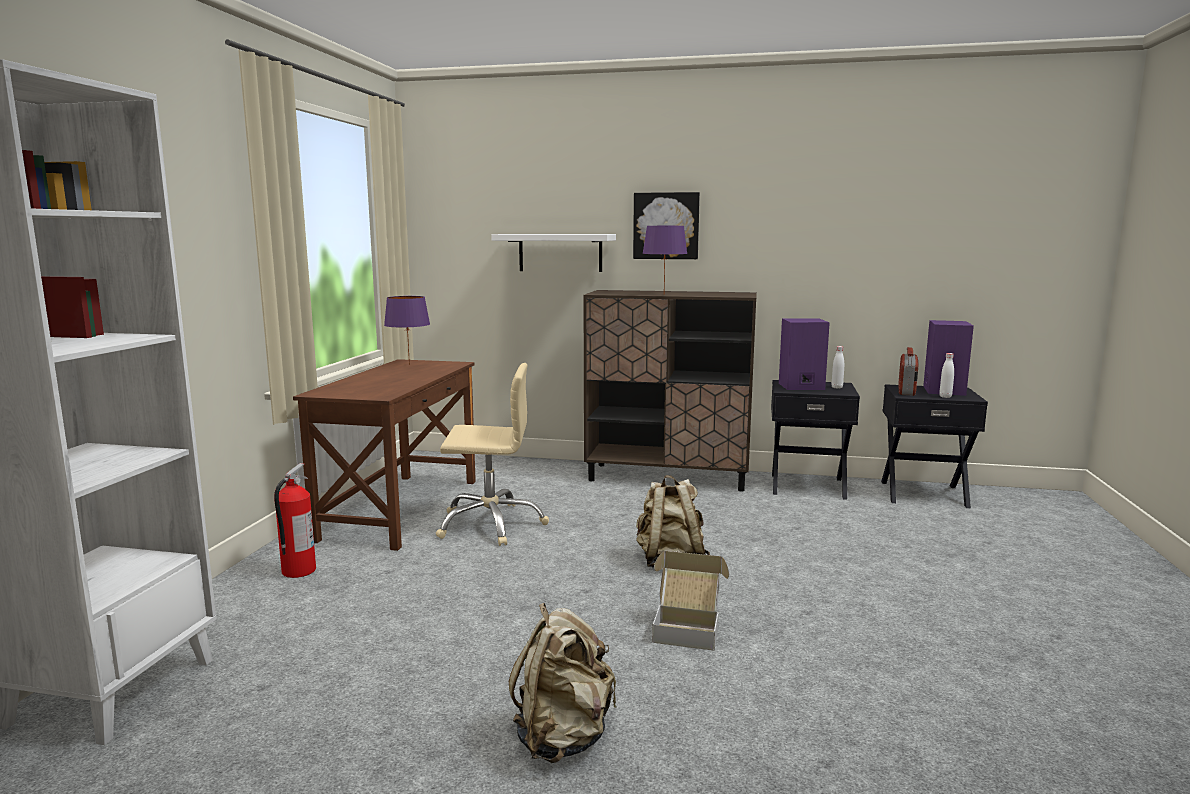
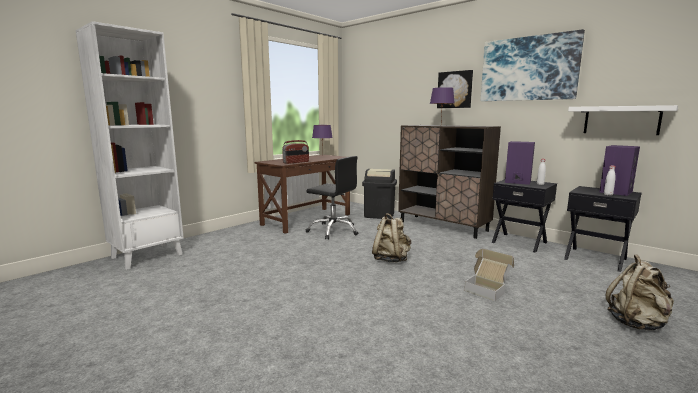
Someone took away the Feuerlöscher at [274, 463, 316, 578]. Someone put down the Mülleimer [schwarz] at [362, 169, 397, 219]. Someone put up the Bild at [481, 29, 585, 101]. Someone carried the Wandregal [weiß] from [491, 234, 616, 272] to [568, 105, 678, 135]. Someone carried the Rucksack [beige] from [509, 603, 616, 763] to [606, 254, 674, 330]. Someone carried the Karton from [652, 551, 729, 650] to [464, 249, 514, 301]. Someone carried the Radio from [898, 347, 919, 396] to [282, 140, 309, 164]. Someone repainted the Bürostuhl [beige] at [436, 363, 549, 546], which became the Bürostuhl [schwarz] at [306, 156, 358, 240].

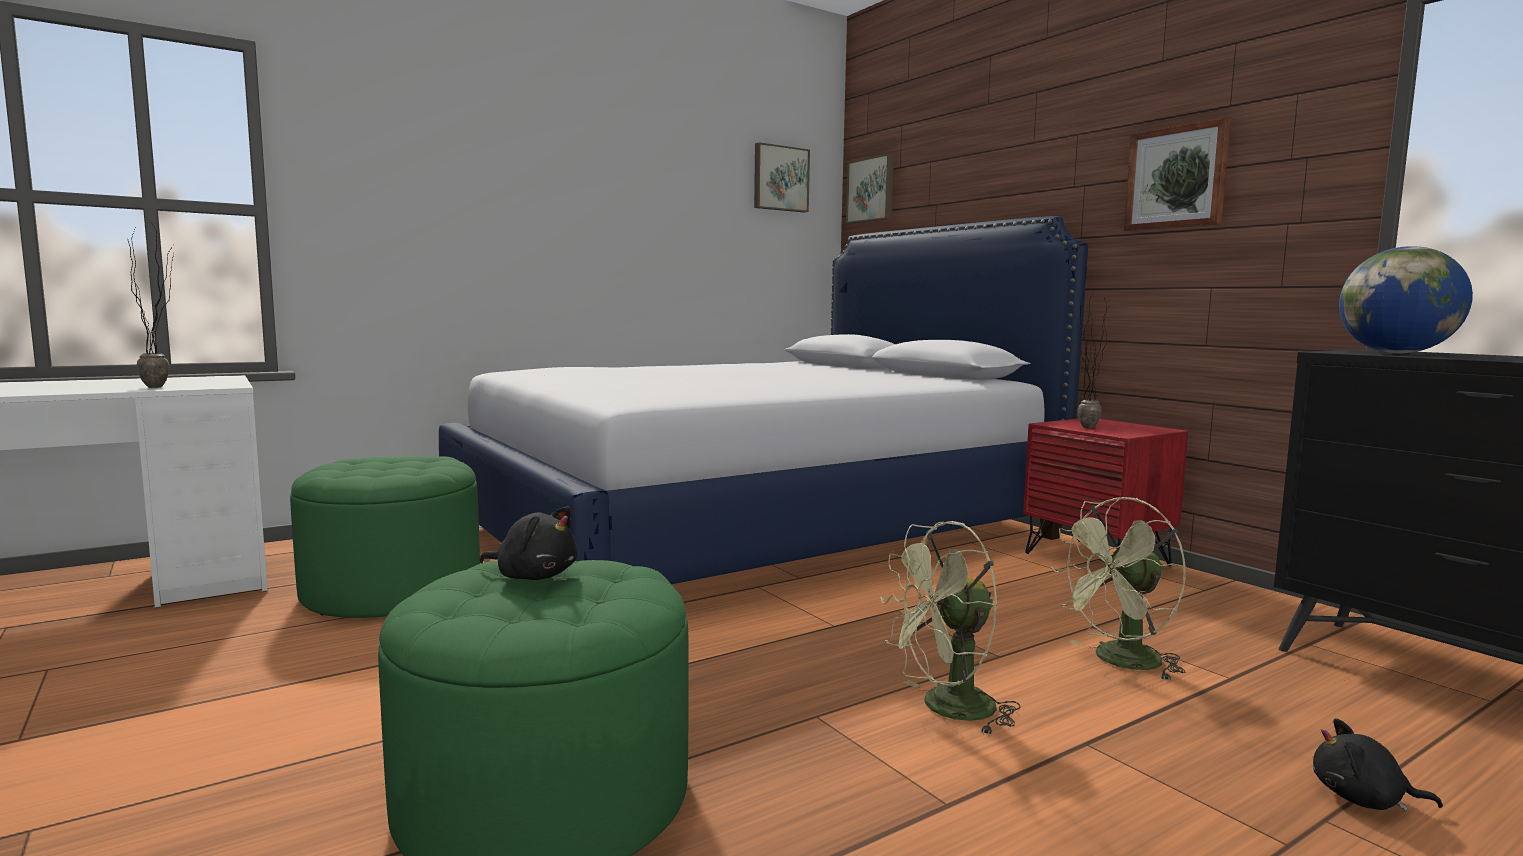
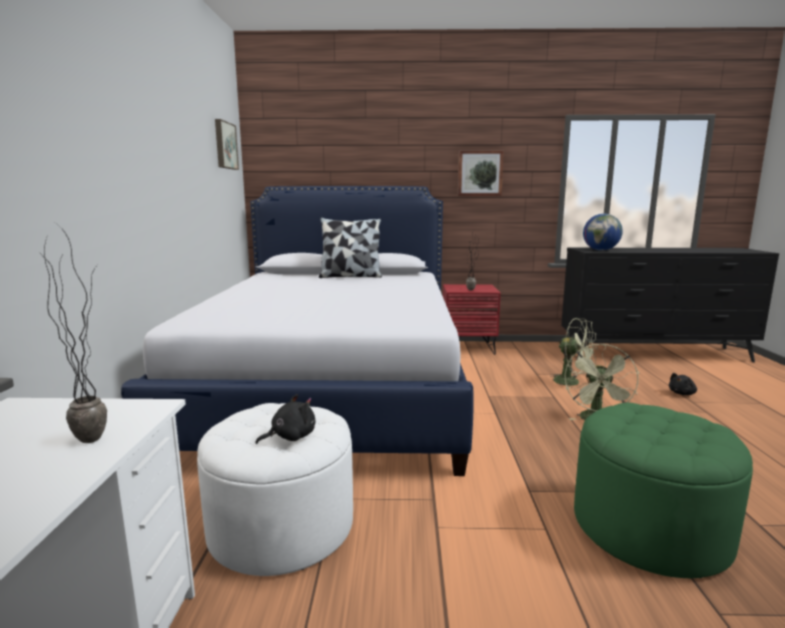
Someone took away the Bild at [846, 154, 894, 224]. Someone put down the Kissen at [319, 217, 382, 278]. Someone carried the Plüschtier [schwarz] from [479, 506, 577, 580] to [256, 394, 315, 444]. Someone repainted the Polsterhocker [grün] at [290, 456, 480, 618], which became the Polsterhocker [weiß] at [197, 403, 353, 576]. Someone rotated the Ventilator [grün] at [1051, 497, 1186, 681] by 60 degrees counterclockwise.

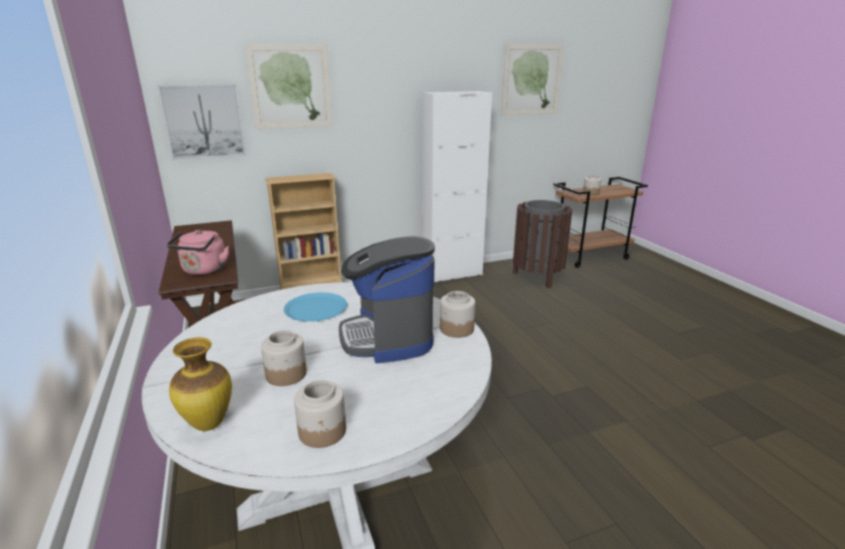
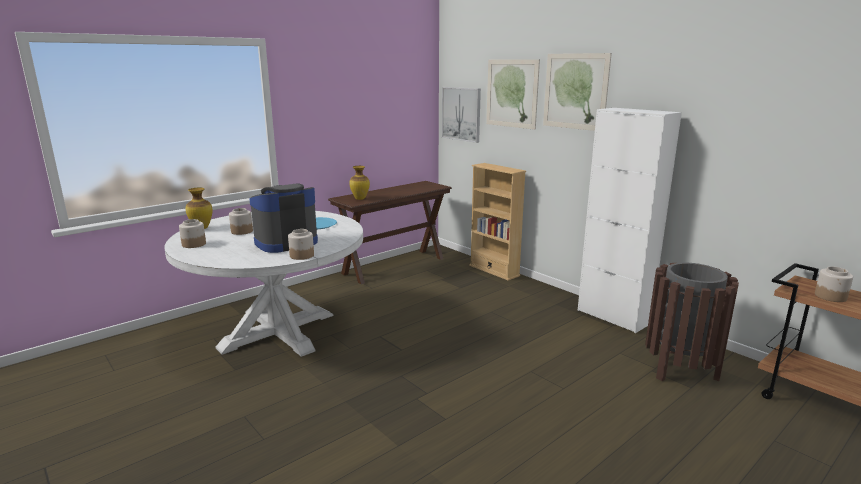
Someone carried the Bild from [501, 44, 564, 116] to [543, 53, 612, 131]. Someone swapped the Wasserkessel [rosa] at [167, 230, 230, 275] for the Vase at [349, 166, 370, 200].

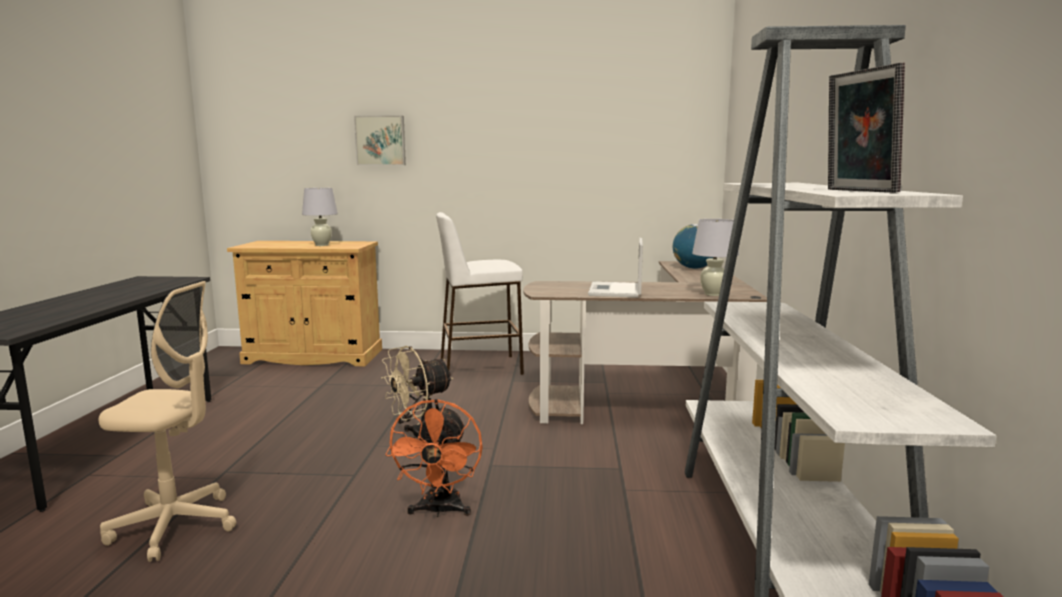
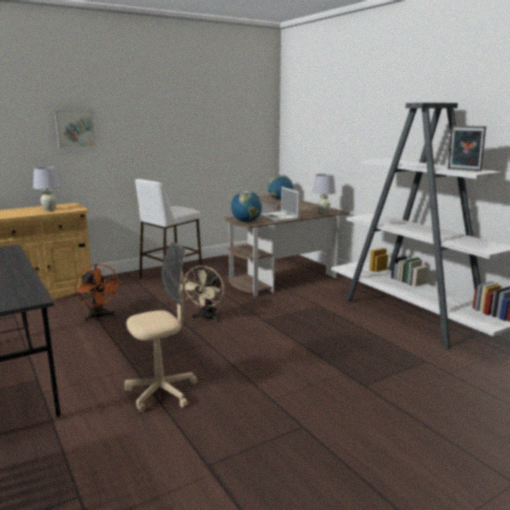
Someone put down the Globus at [231, 191, 262, 222]. Someone carried the Ventilator [orange] from [385, 399, 483, 517] to [75, 264, 121, 321].

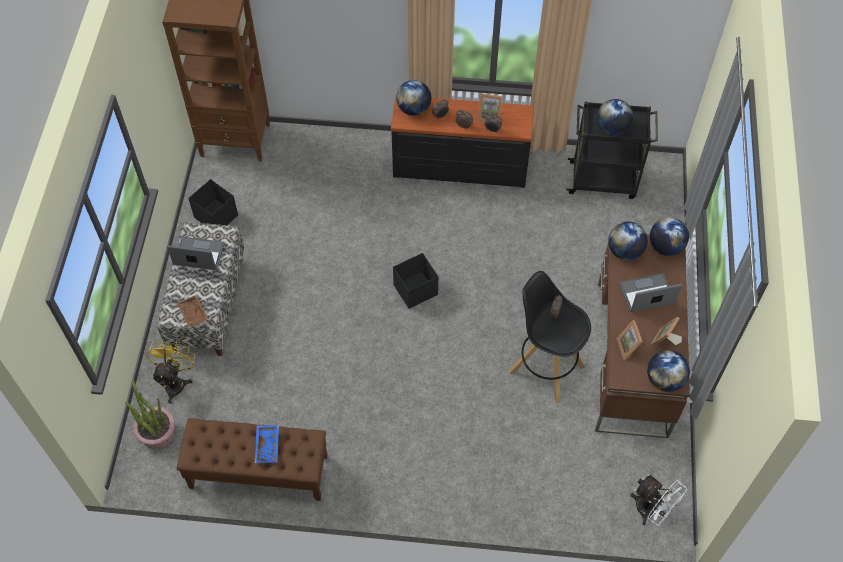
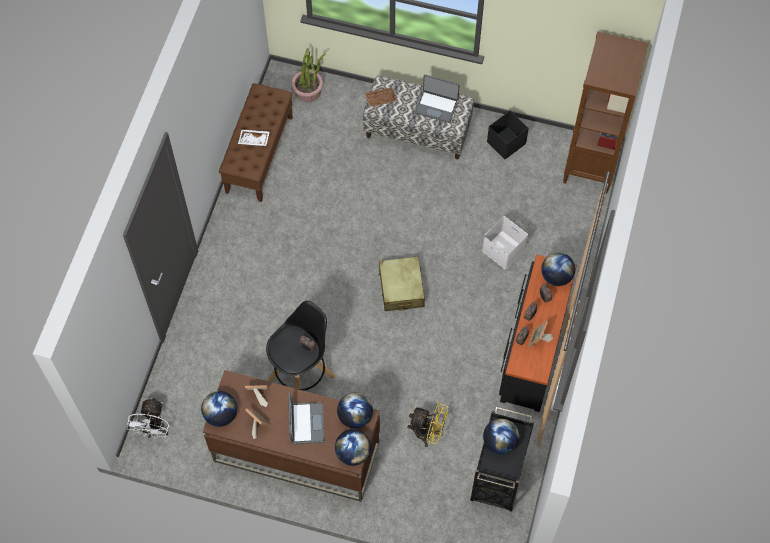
Someone put down the Aufbewahrungsbox [weiß] at [482, 216, 528, 269]. Someone carried the Ventilator [gelb] from [147, 339, 195, 404] to [407, 402, 449, 447]. Someone swapped the Aufbewahrungsbox [schwarz] at [393, 253, 438, 309] for the Koffer [beige] at [378, 256, 425, 311]. Someone repainted the Tablett [blau] at [255, 425, 279, 463], which became the Tablett [weiß] at [238, 130, 270, 146]. Someone rotated the Laptop at [167, 237, 224, 270] by 90 degrees clockwise. Someone rotated the Ventilator [weiß] at [630, 474, 687, 526] by 45 degrees counterclockwise.

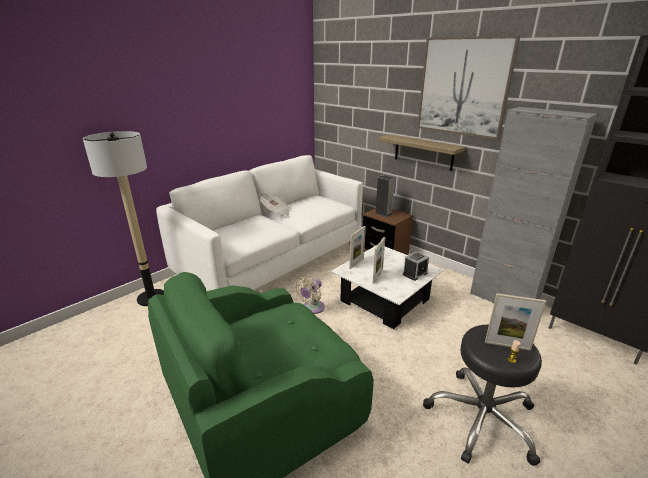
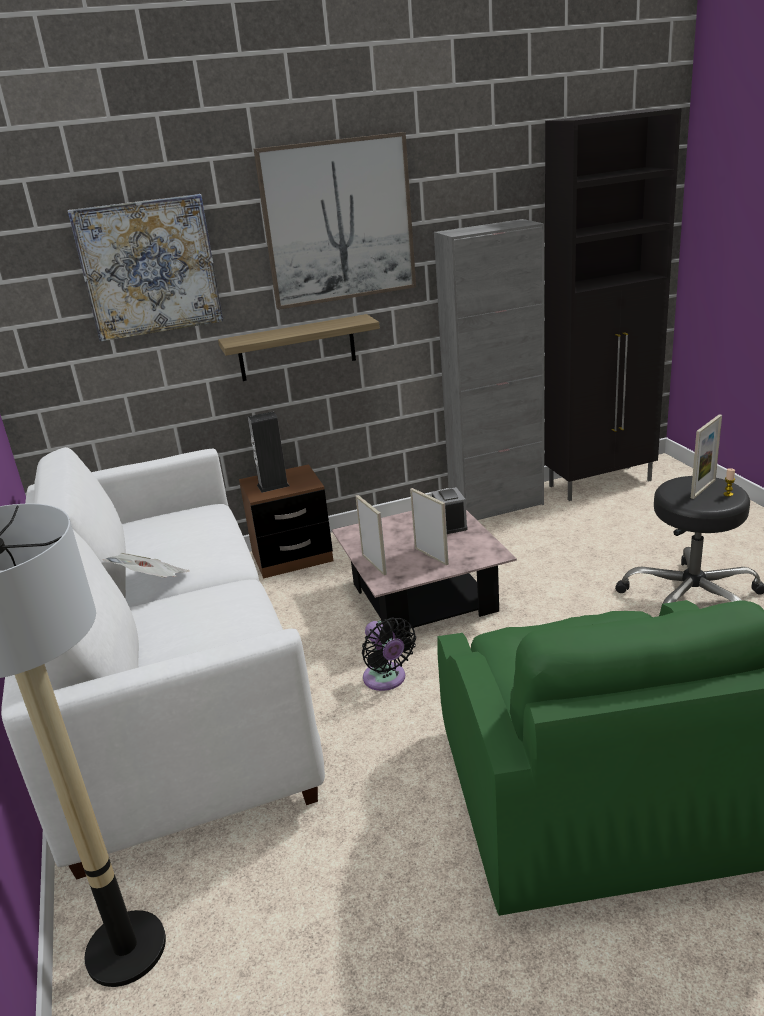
Someone put up the Bild at [68, 194, 223, 342]. Someone repainted the Ventilator [beige] at [295, 277, 325, 314], which became the Ventilator [schwarz] at [362, 617, 416, 691]. Someone repainted the Couchtisch [weiß] at [331, 245, 444, 329], which became the Couchtisch [rosa] at [332, 510, 517, 638].

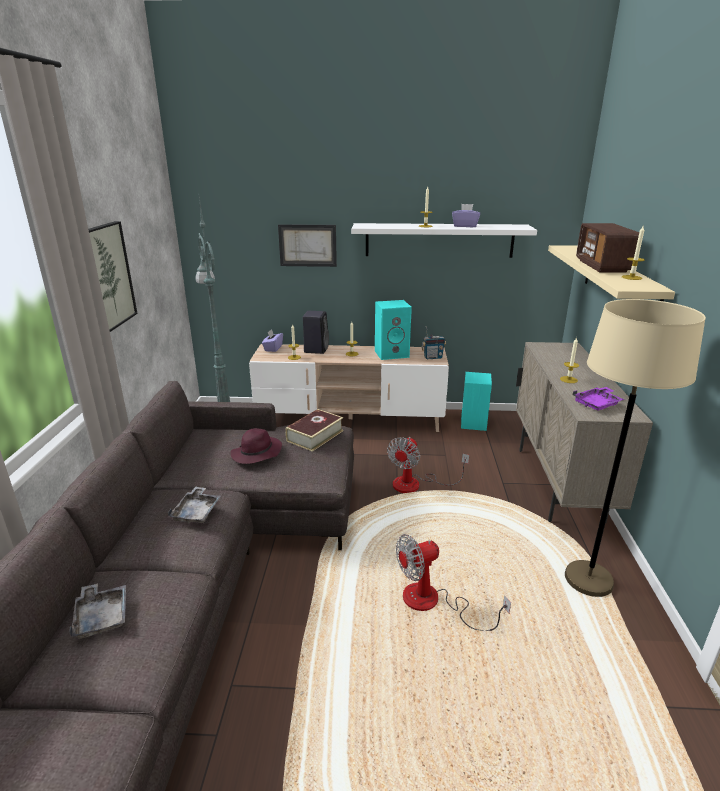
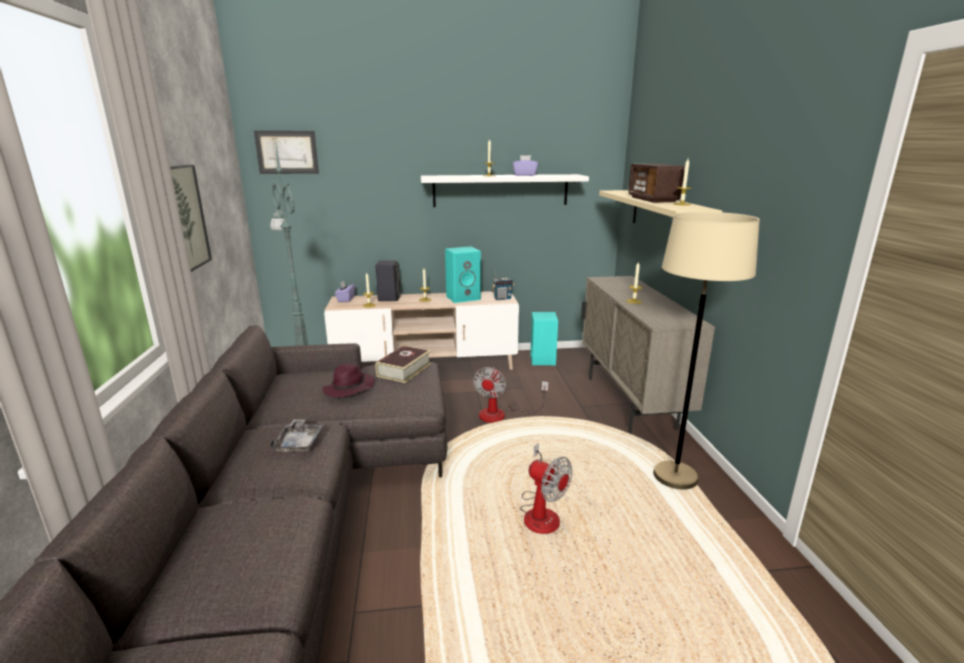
Someone took away the Tablett [grau] at [69, 583, 126, 639]. Someone took away the Tablett [lila] at [573, 387, 624, 410]. Someone carried the Bild from [278, 224, 337, 267] to [254, 131, 319, 174]. Someone rotated the Ventilator at [396, 534, 511, 631] by 105 degrees counterclockwise.

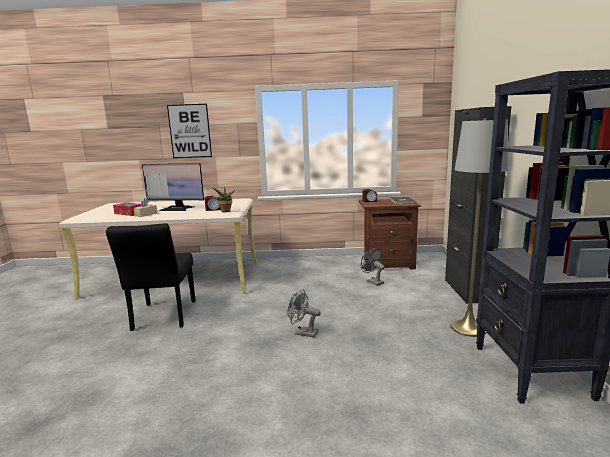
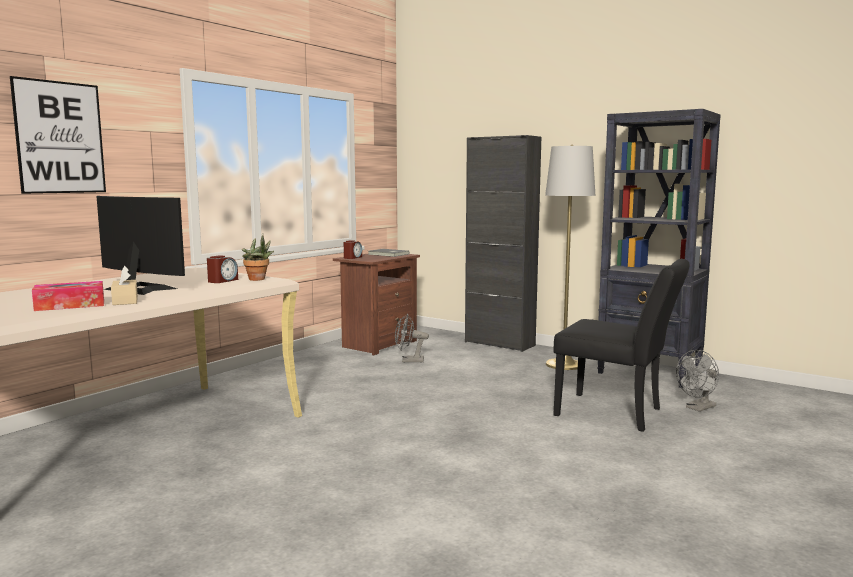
Someone carried the Stuhl [schwarz] from [106, 223, 196, 331] to [553, 259, 689, 432]. Someone carried the Ventilator [grau] from [287, 289, 321, 337] to [676, 350, 719, 412]. Someone rotated the Monitor at [142, 163, 204, 211] by 105 degrees counterclockwise.

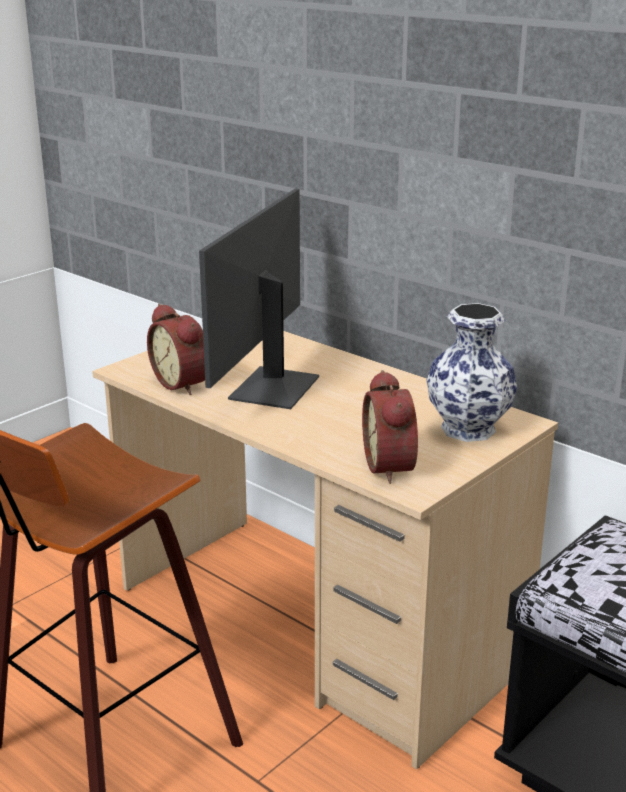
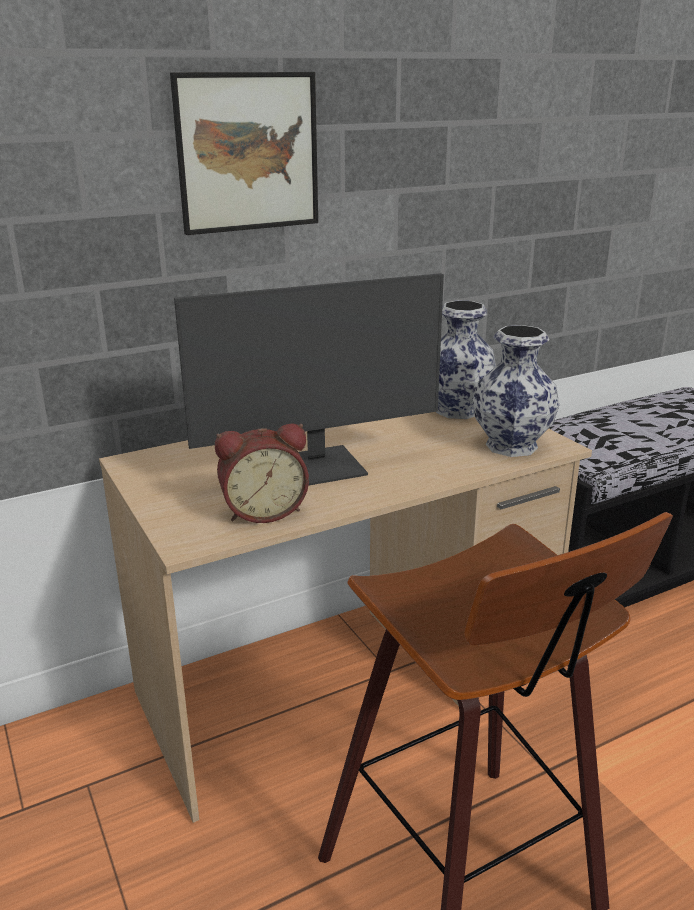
Someone put up the Bild at [170, 72, 318, 235]. Someone swapped the Wecker at [362, 370, 418, 484] for the Vase at [473, 325, 559, 457]. Someone rotated the Monitor at [199, 189, 319, 409] by 60 degrees counterclockwise.

